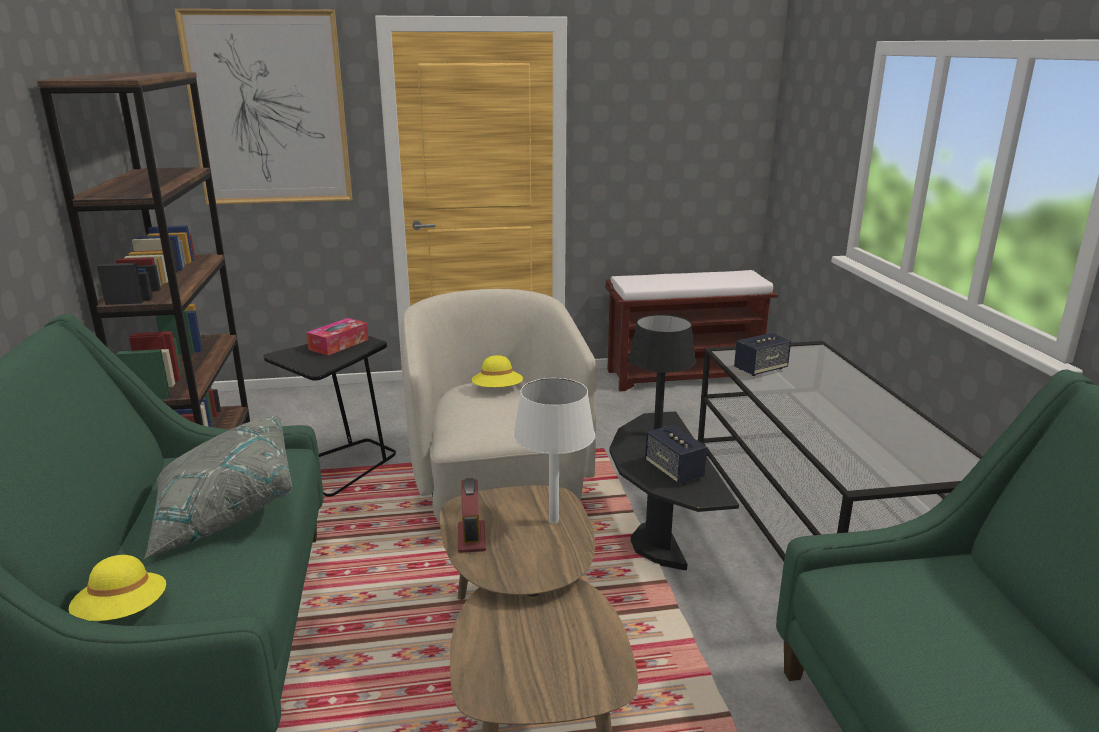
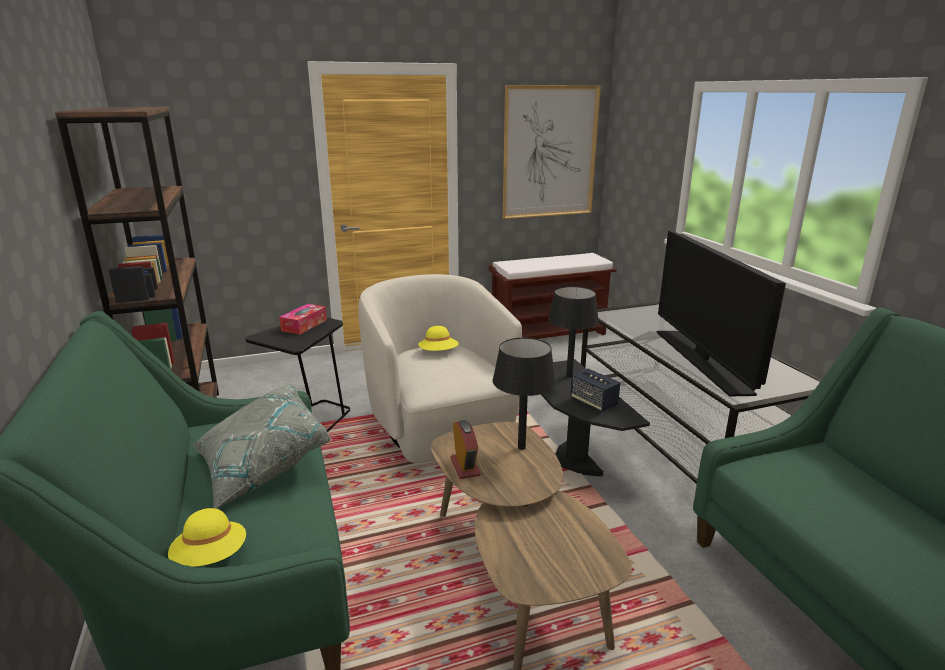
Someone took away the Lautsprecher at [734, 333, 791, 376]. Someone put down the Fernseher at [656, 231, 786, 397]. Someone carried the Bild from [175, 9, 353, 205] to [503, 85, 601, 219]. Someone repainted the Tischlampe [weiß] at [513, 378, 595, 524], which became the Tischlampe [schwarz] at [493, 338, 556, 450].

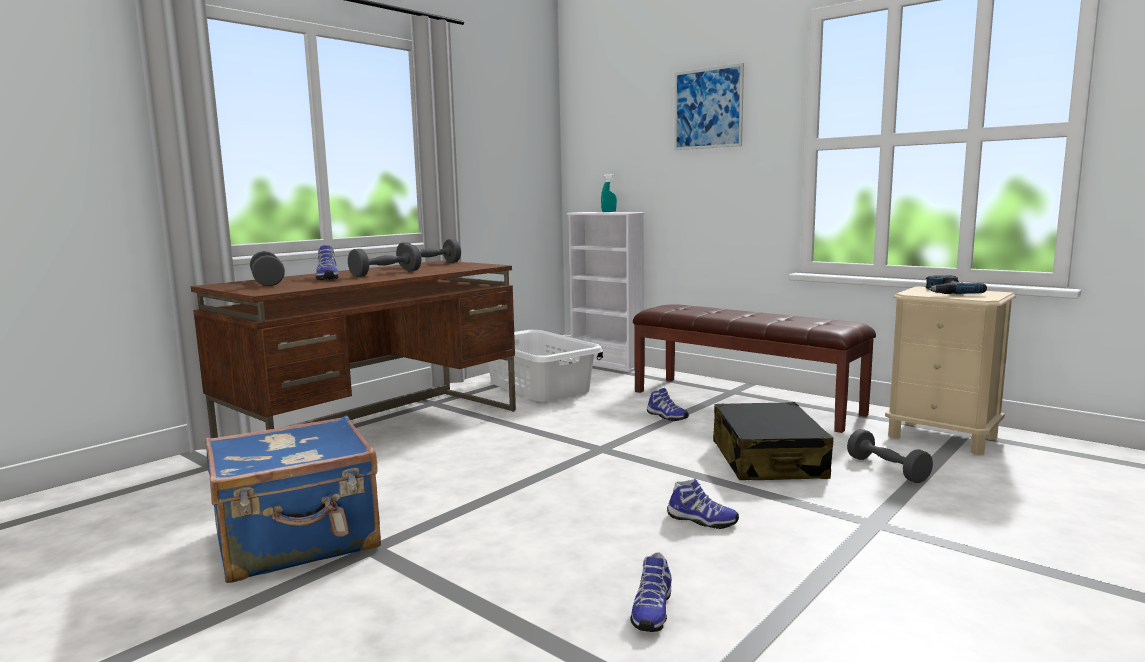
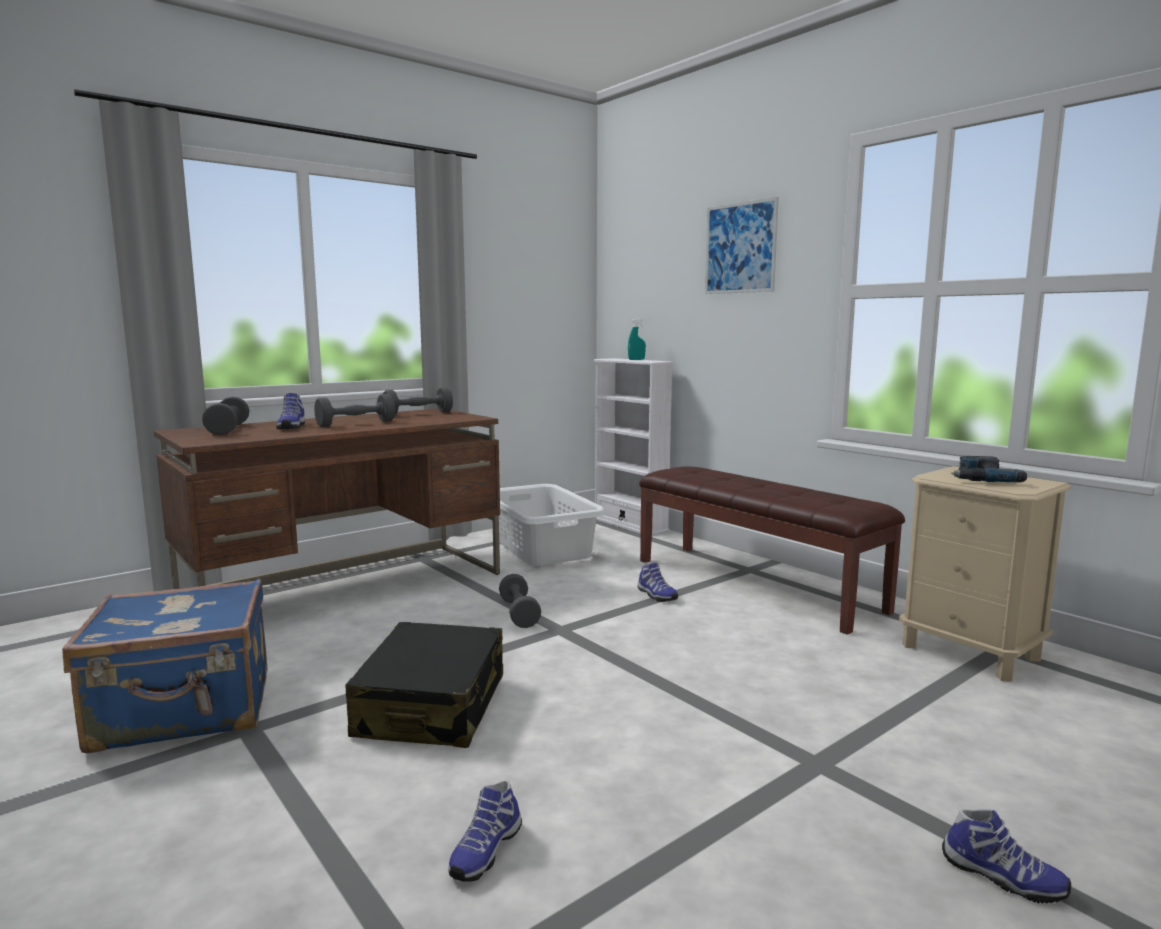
Someone carried the Schuh from [667, 479, 739, 529] to [942, 809, 1071, 903]. Someone carried the Koffer [schwarz] from [713, 402, 833, 480] to [346, 622, 503, 748]. Someone carried the Hantel [grau] from [847, 429, 933, 483] to [499, 574, 541, 628].

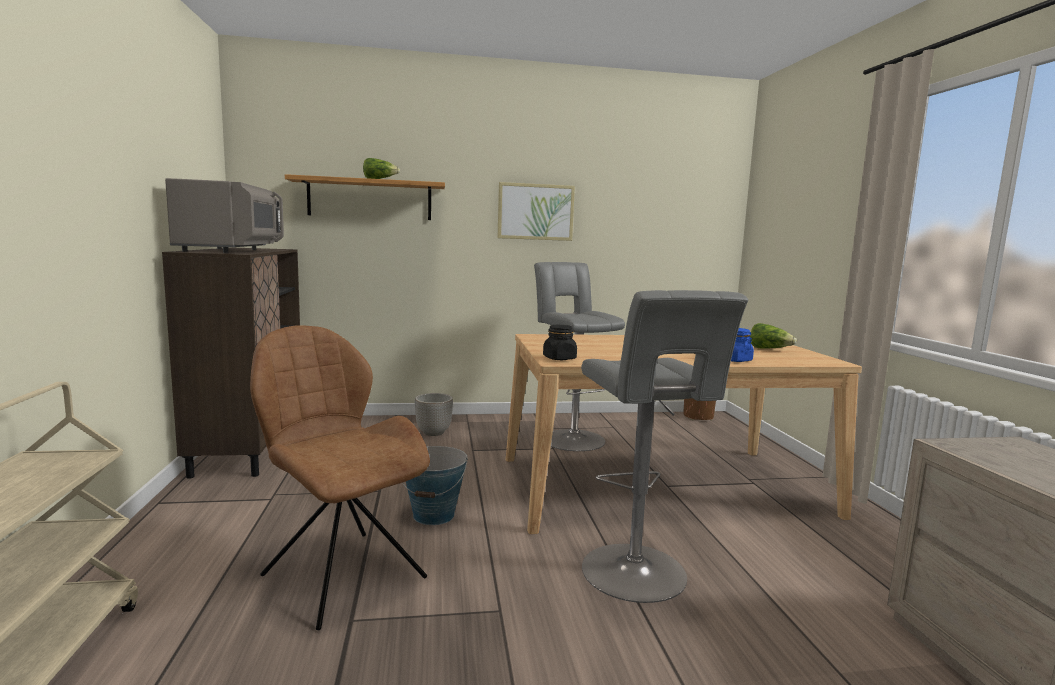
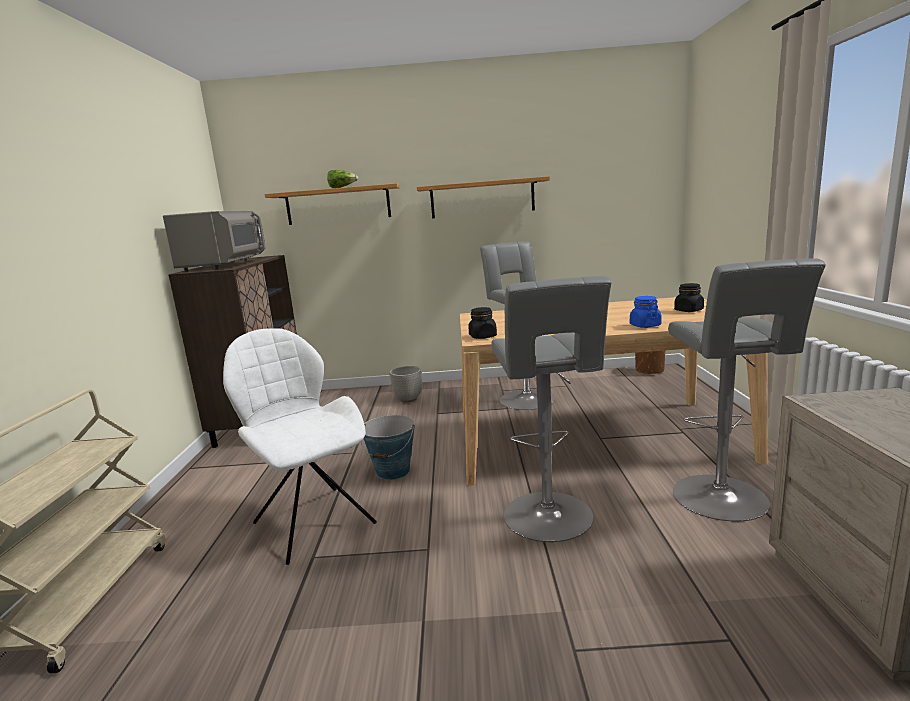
Someone put down the Hocker [grau] at [668, 258, 826, 522]. Someone swapped the Bild at [498, 182, 575, 241] for the Wandregal at [417, 176, 550, 218]. Someone swapped the Salatkopf at [750, 323, 797, 349] for the Vorratsglas [schwarz] at [674, 283, 704, 312]. Someone repainted the Stuhl [braun] at [250, 325, 430, 630], which became the Stuhl [weiß] at [223, 328, 377, 565].

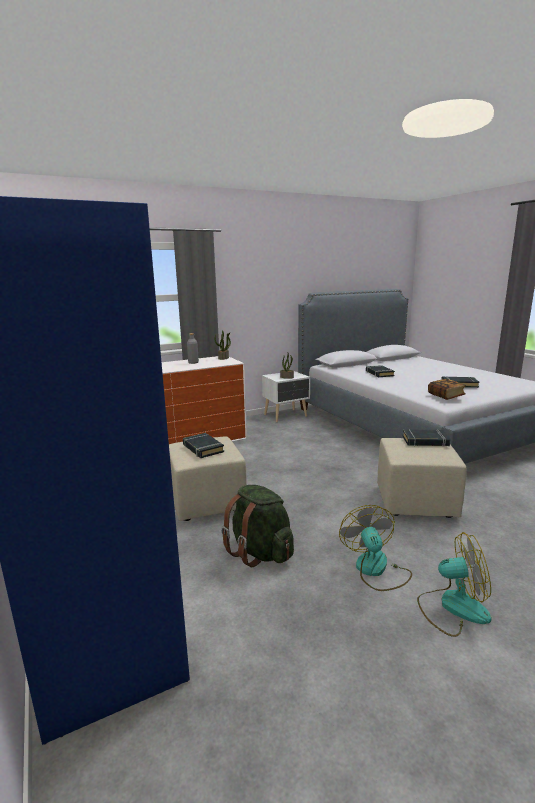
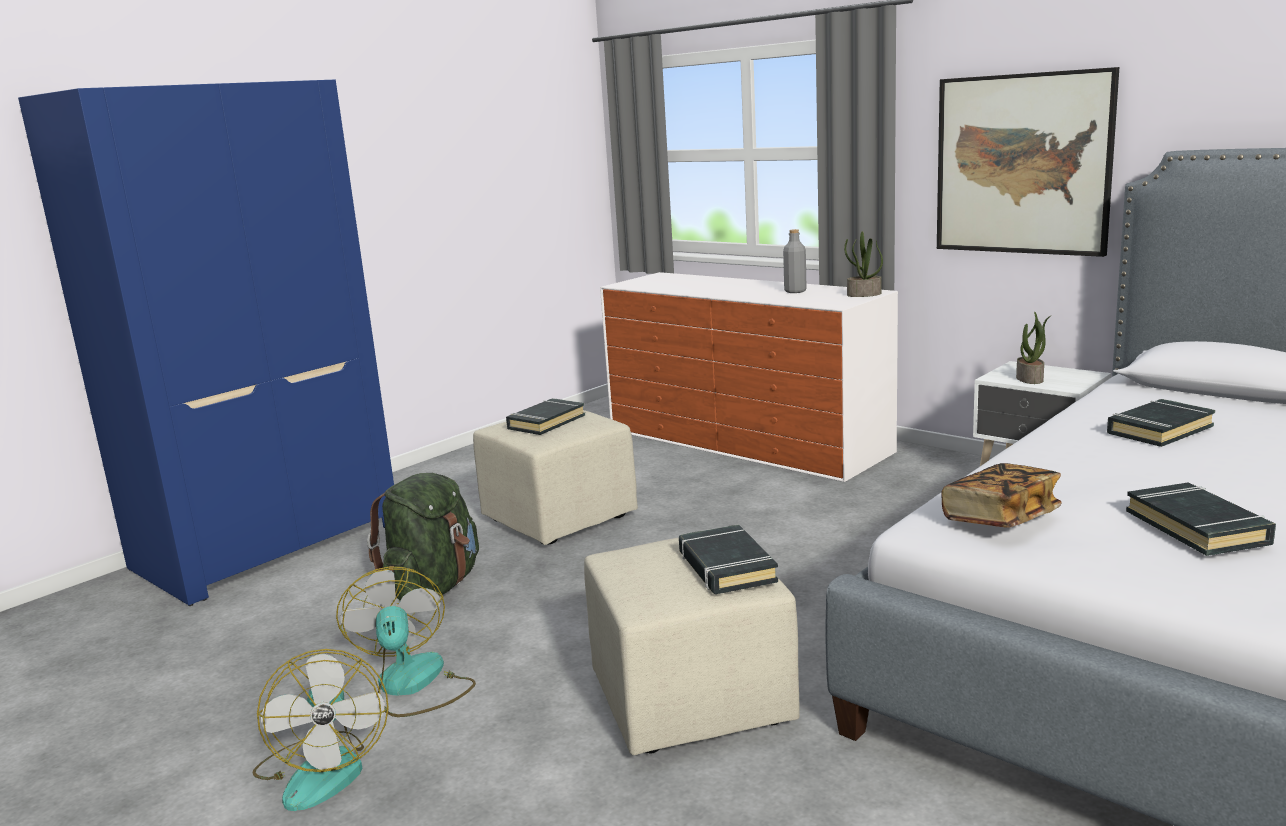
Someone put up the Bild at [937, 67, 1119, 257]. Someone rotated the Ventilator at [339, 505, 412, 591] by 75 degrees counterclockwise.

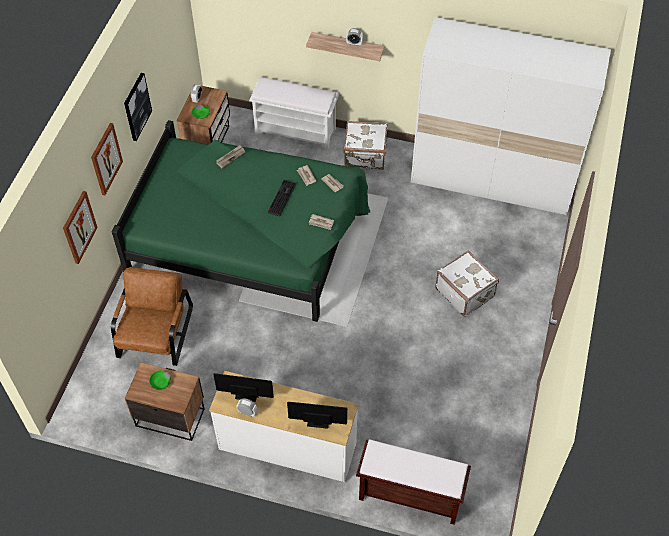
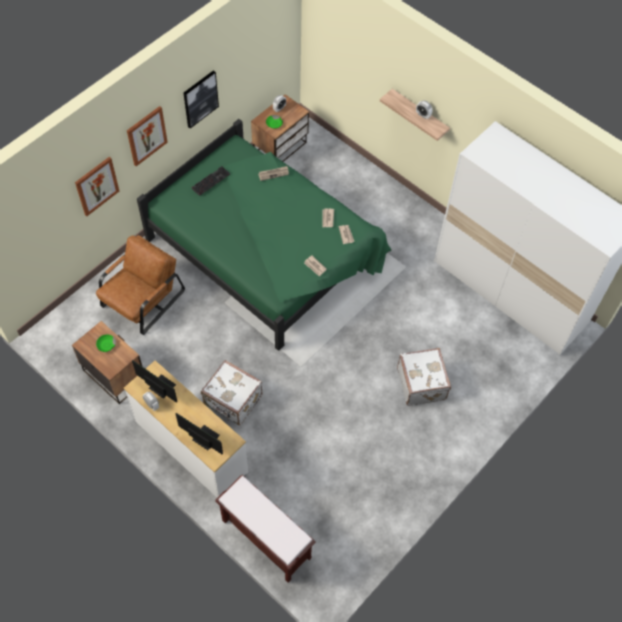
Someone took away the Bank [weiß] at [249, 77, 339, 149]. Someone carried the Tastatur from [268, 180, 296, 216] to [192, 166, 230, 196]. Someone carried the Koffer [weiß] from [343, 121, 388, 170] to [201, 360, 262, 425].

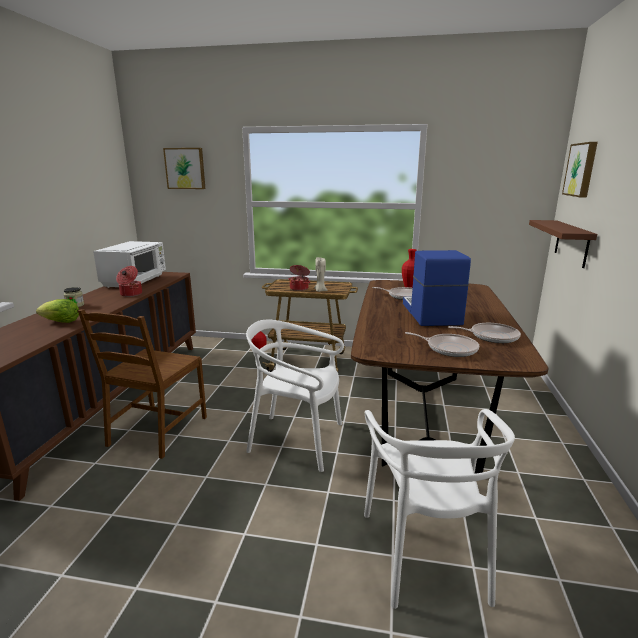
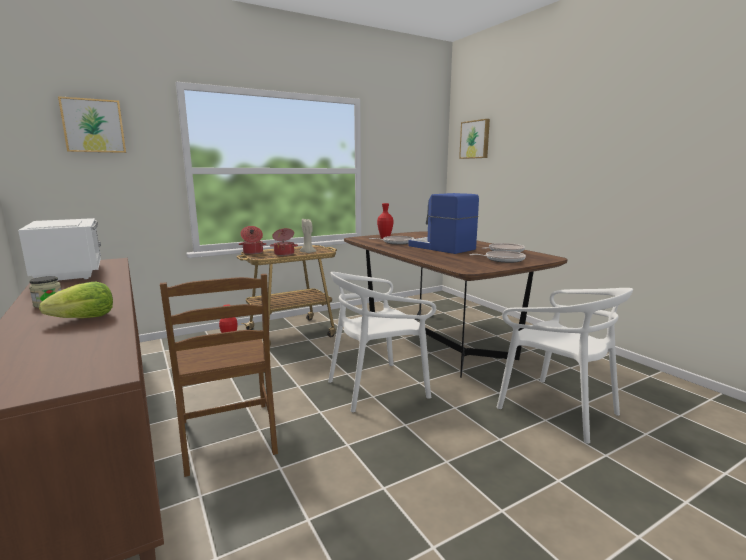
Someone took away the Wandregal [braun] at [529, 220, 597, 268]. Someone carried the Kochtopf from [116, 266, 142, 297] to [239, 226, 266, 254].

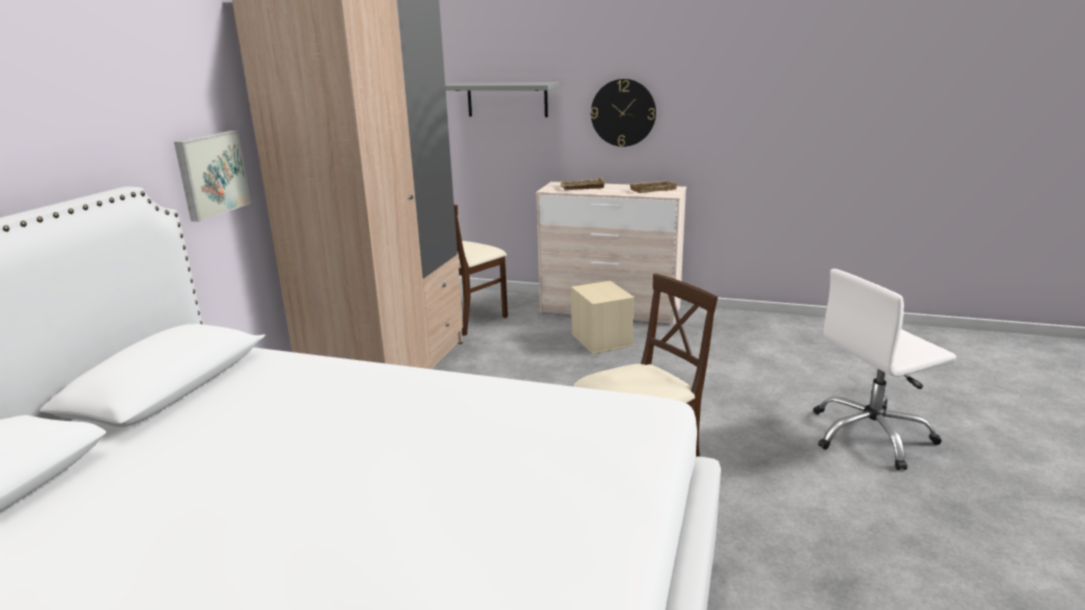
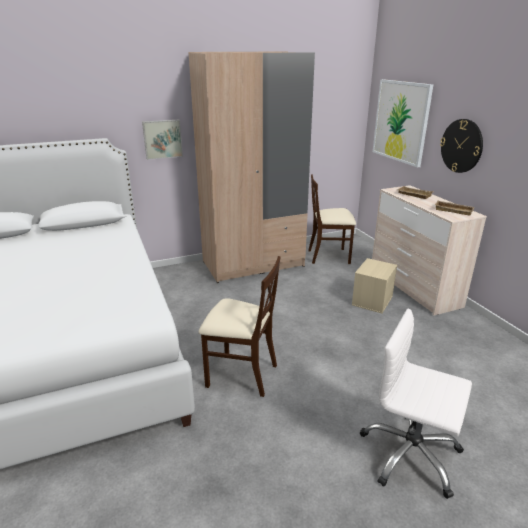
Someone swapped the Wandregal [grau] at [445, 82, 559, 117] for the Bild at [373, 79, 433, 168].

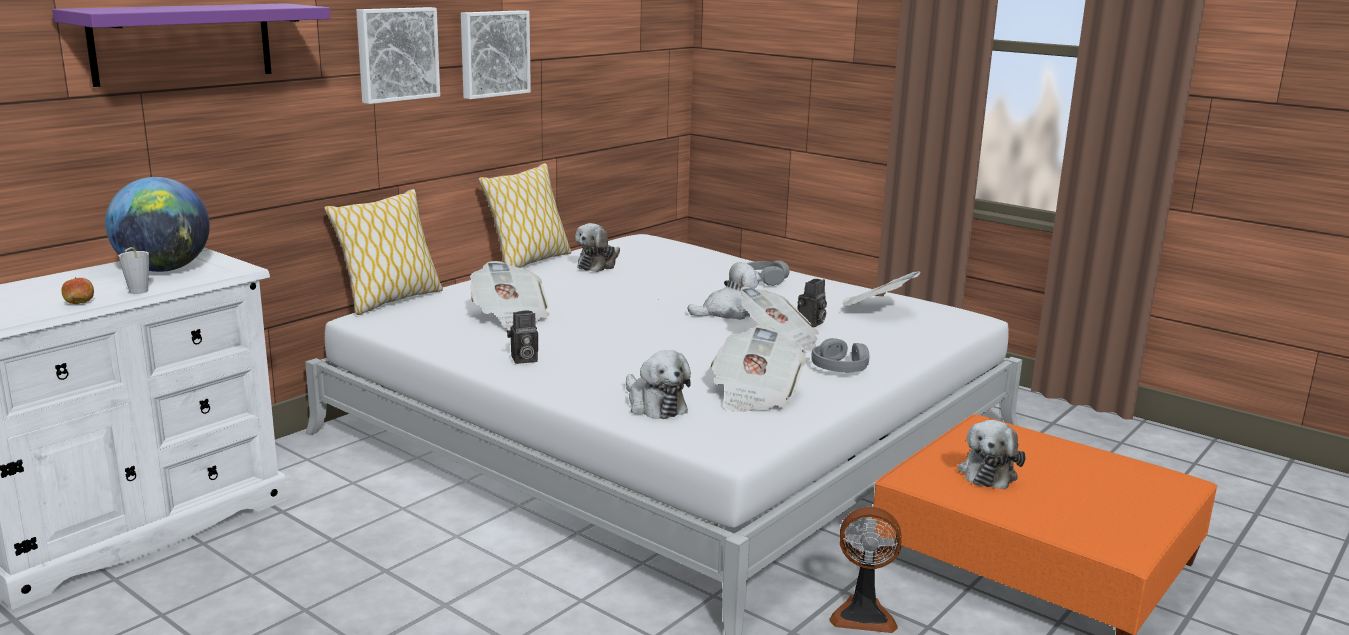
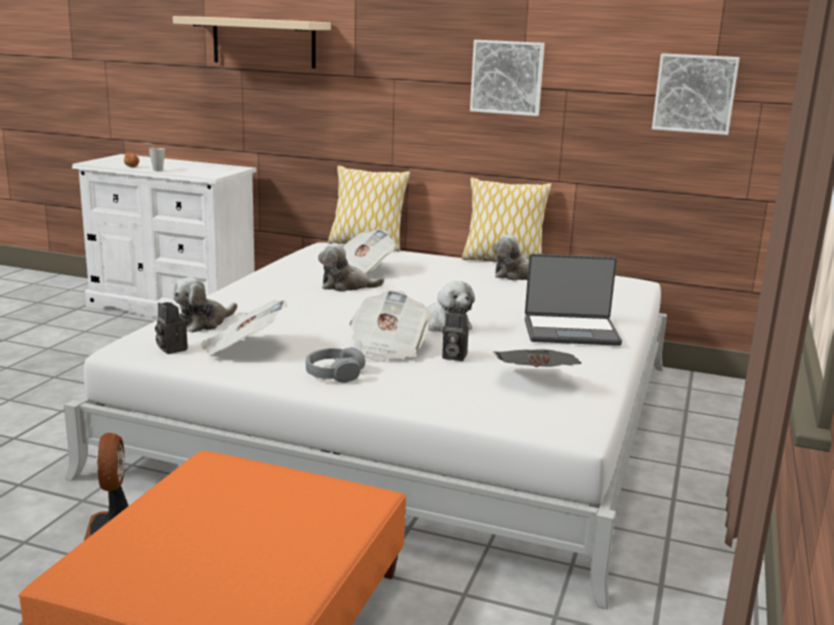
Someone took away the Globus at [105, 177, 210, 272]. Someone carried the Bild from [356, 7, 440, 104] to [652, 53, 740, 135]. Someone carried the Kamera from [507, 311, 538, 364] to [155, 302, 188, 354]. Someone carried the Plüschtier from [958, 420, 1026, 490] to [318, 243, 384, 292]. Someone swapped the Kopfhörer [grau] at [747, 260, 790, 286] for the Laptop at [525, 254, 622, 346]. Someone repainted the Wandregal [lila] at [52, 3, 330, 87], which became the Wandregal [beige] at [173, 16, 331, 68].

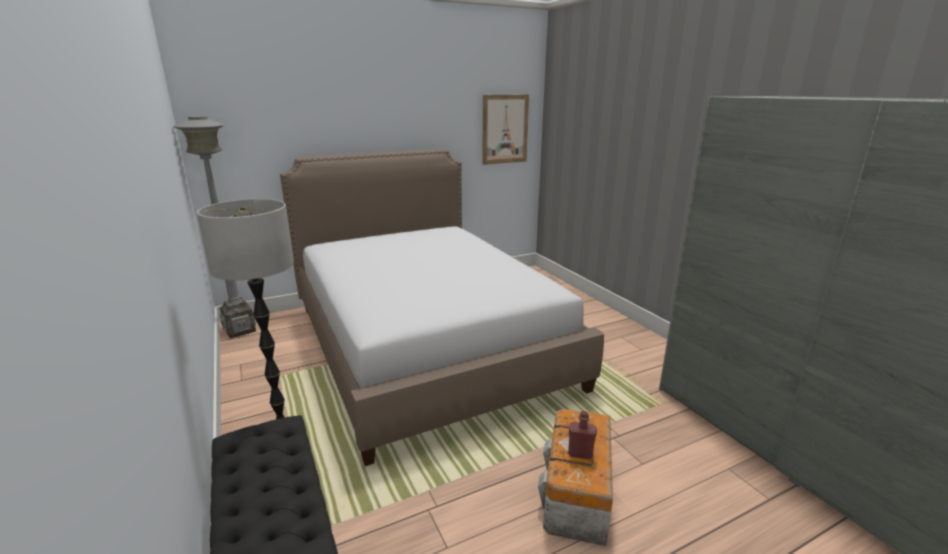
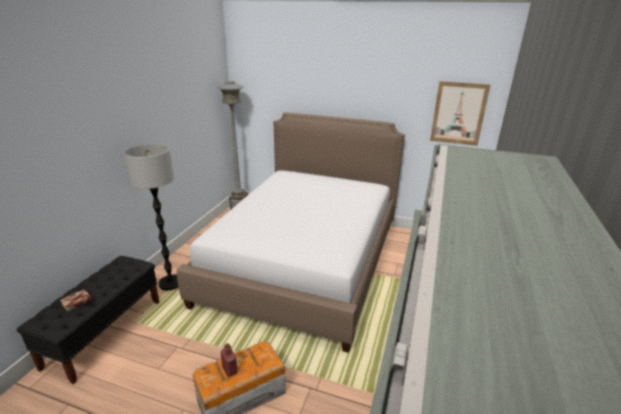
Someone put down the Buch at [60, 289, 92, 312].

